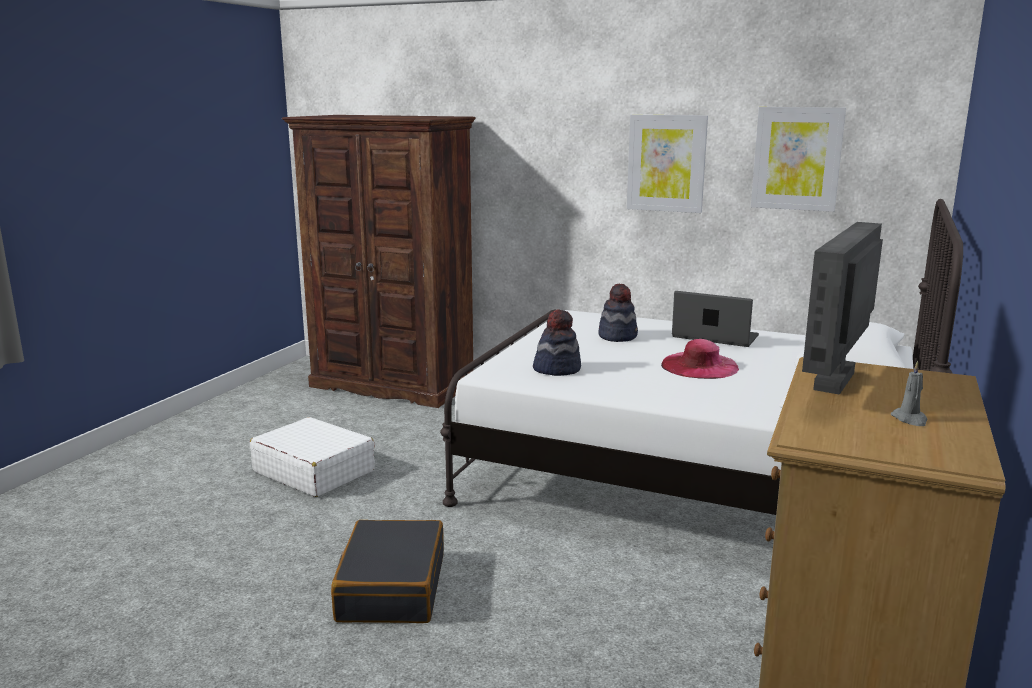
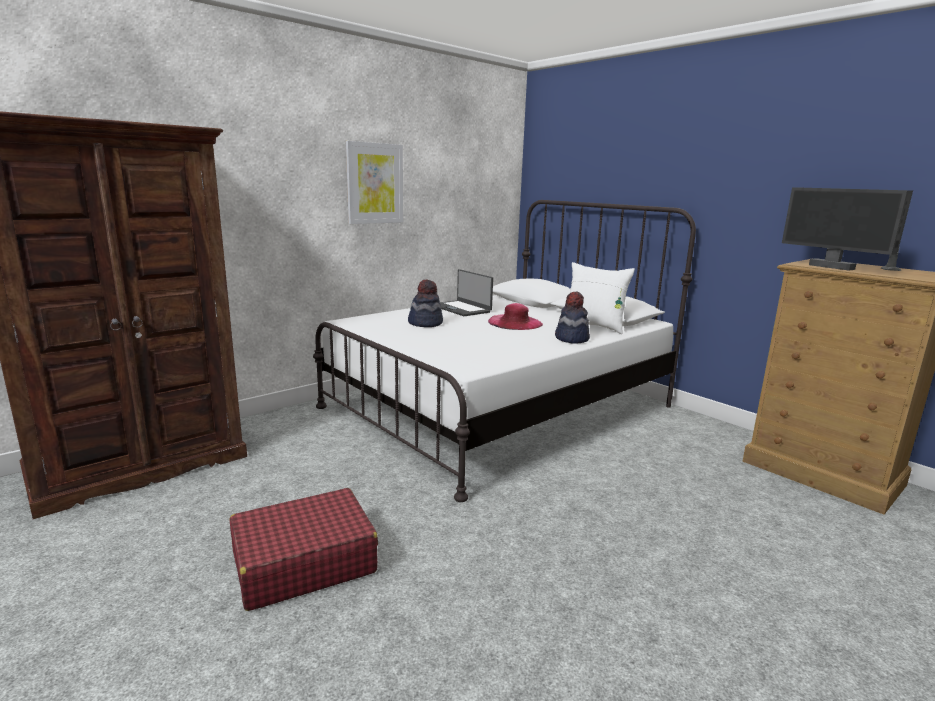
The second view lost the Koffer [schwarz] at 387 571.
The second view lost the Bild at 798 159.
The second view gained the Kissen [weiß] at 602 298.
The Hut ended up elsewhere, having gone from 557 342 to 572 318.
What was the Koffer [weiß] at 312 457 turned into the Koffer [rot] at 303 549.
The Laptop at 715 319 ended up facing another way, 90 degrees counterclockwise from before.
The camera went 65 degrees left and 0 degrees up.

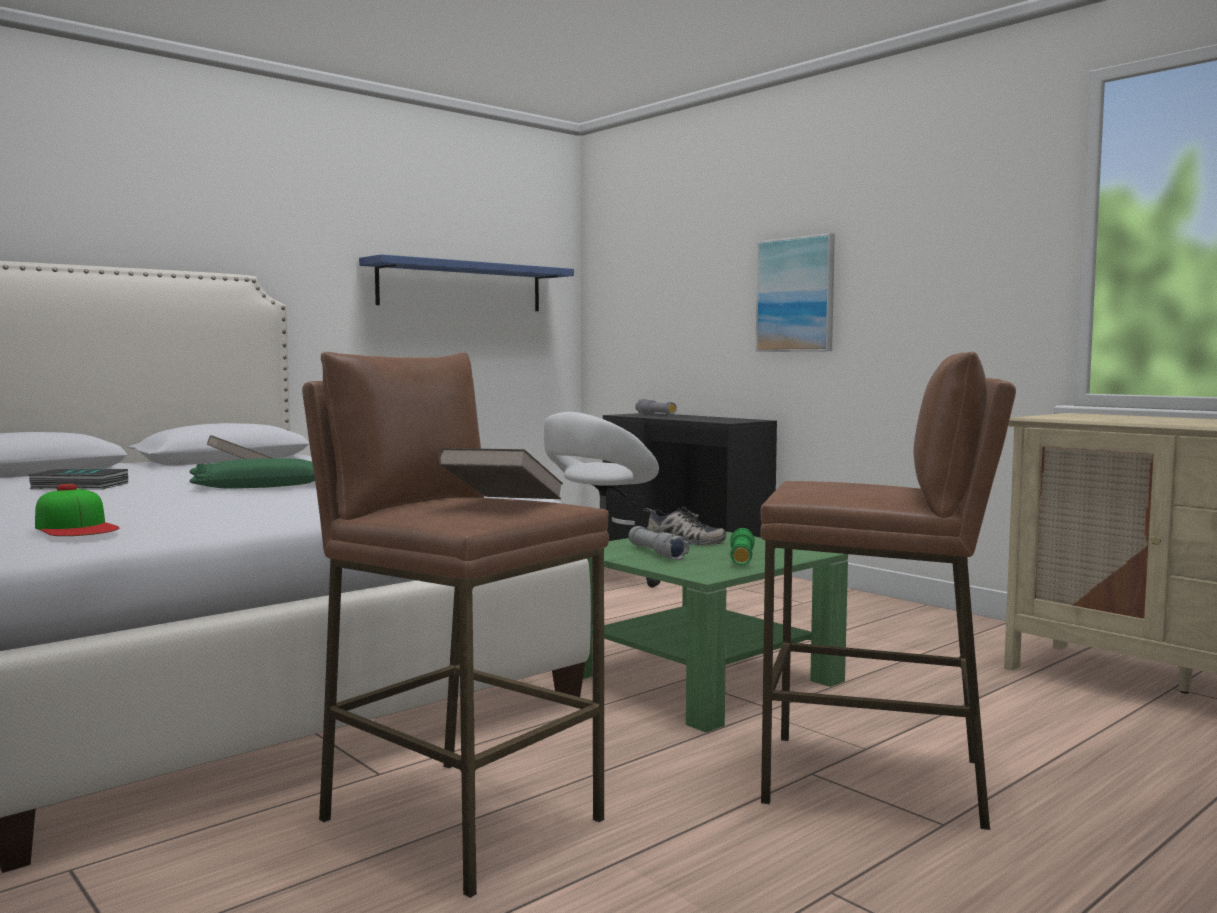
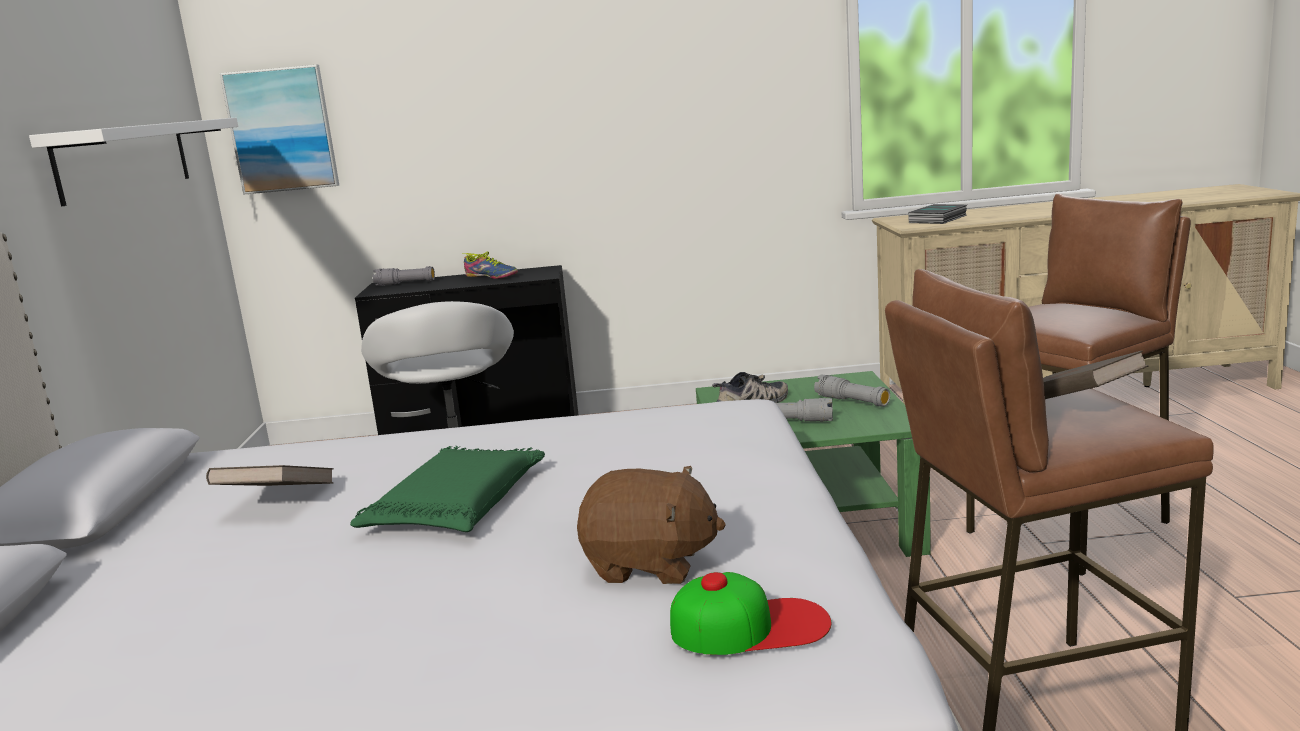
The second view gained the Schuh at 491 265.
The second view gained the Plüschtier [braun] at 651 525.
The Buch ended up elsewhere, having gone from 78 479 to 937 214.
The Bild ended up elsewhere, having gone from 795 292 to 279 130.
What was the Wandregal [blau] at 466 282 turned into the Wandregal [weiß] at 133 162.
What was the Taschenlampe [grün] at 742 546 turned into the Taschenlampe [grau] at 852 391.
The camera went 50 degrees left and 10 degrees up.

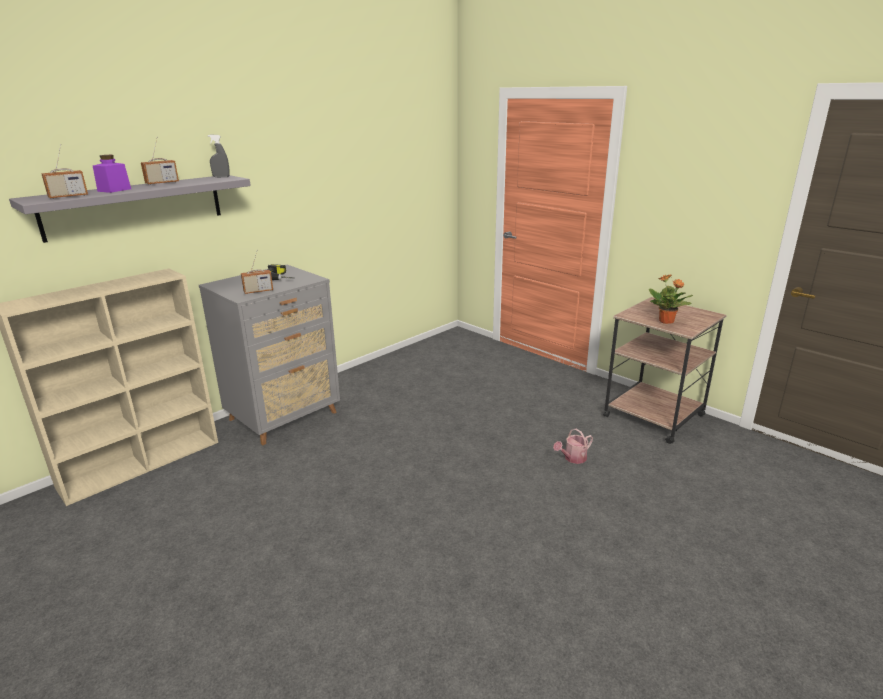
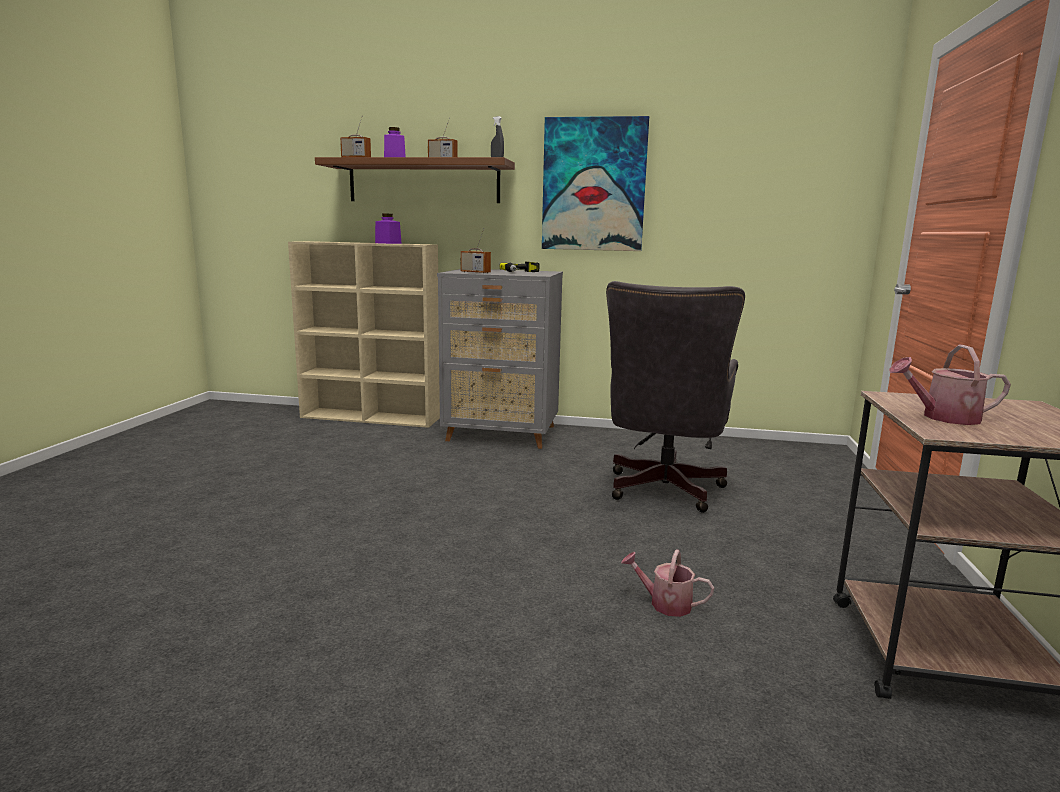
The second view gained the Vorratsglas [lila] at 388 229.
The second view gained the Bild at 595 183.
The second view gained the Bürostuhl [grau] at 675 397.
Where the Topfpflanze stood at 671 299, the Gießkanne came to stand at 950 385.
What was the Wandregal [grau] at 130 209 turned into the Wandregal [braun] at 415 180.
The camera went 55 degrees right and 10 degrees down.

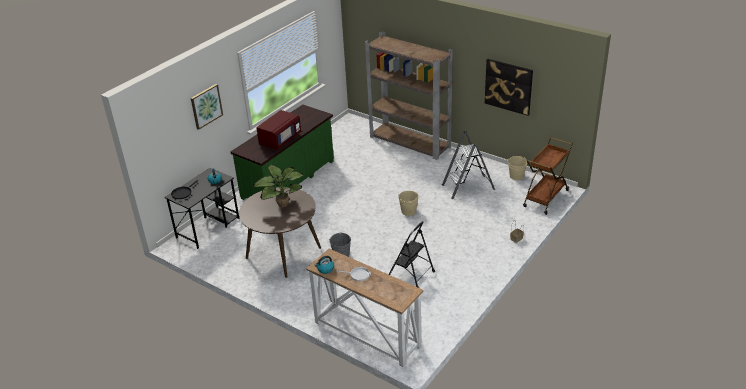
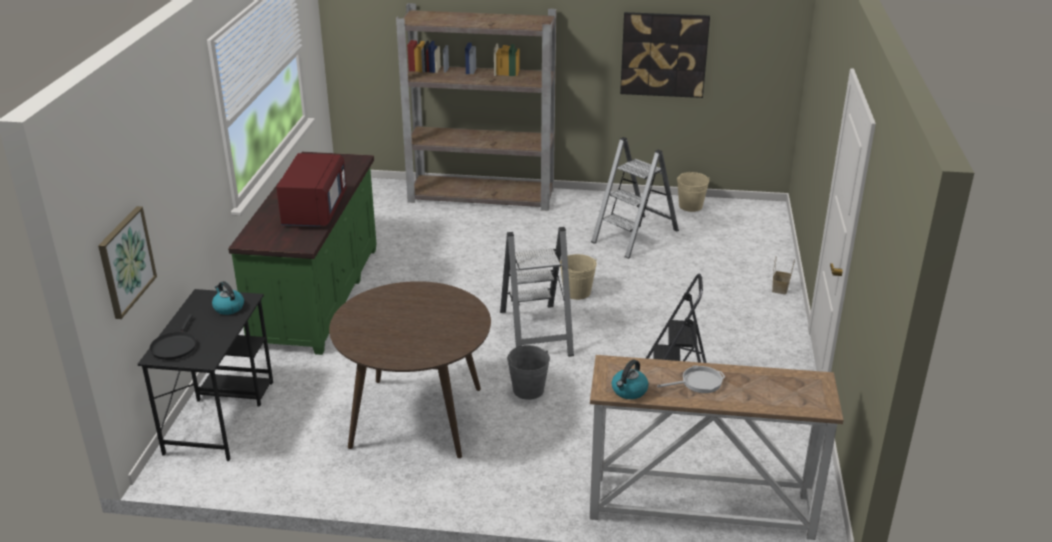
The second view lost the Topfpflanze at 278 185.
The second view lost the Rollwagen [braun] at 548 175.
The second view gained the Trittleiter [grau] at 537 292.
The Bild ended up elsewhere, having gone from 207 107 to 127 262.
The camera went 30 degrees left and 5 degrees down.

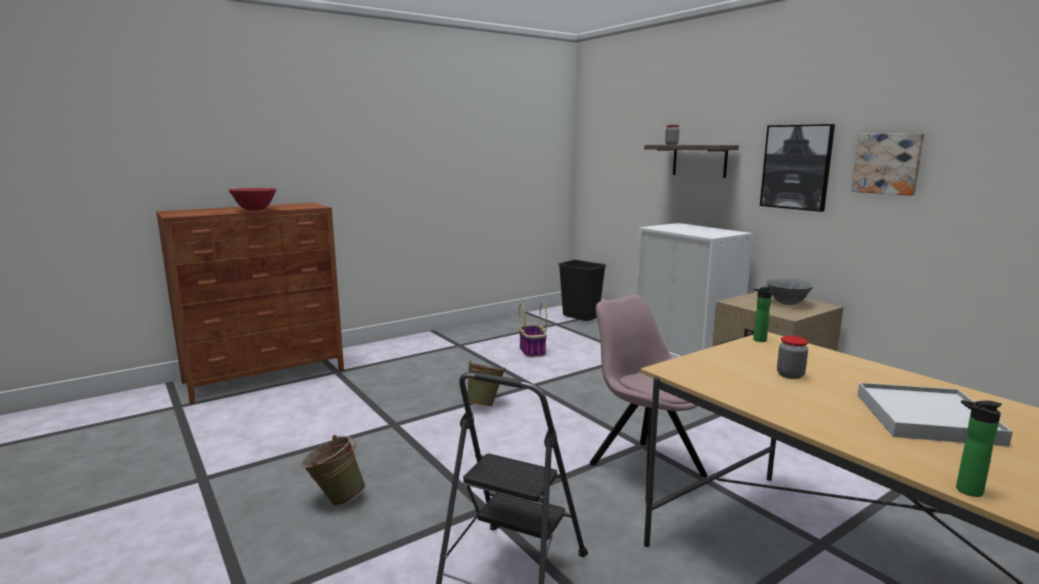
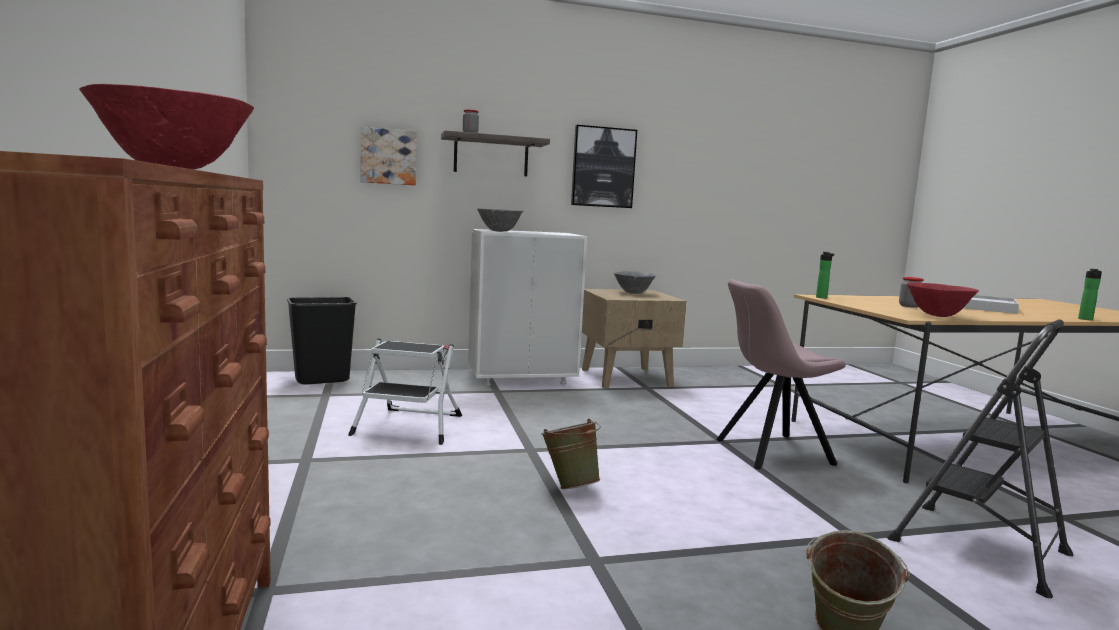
The second view gained the Schüssel [grau] at 500 220.
The second view gained the Schüssel [rot] at 943 300.
The Bild ended up elsewhere, having gone from 888 164 to 389 156.
Where the Korb stood at 533 330, the Trittleiter came to stand at 405 392.
The camera went 70 degrees left and 5 degrees down.

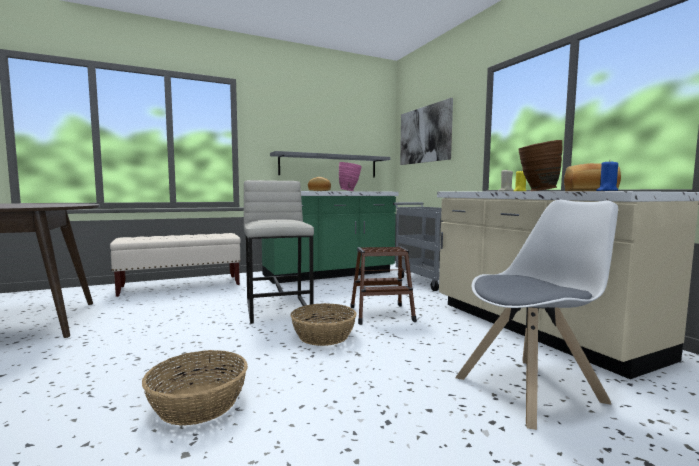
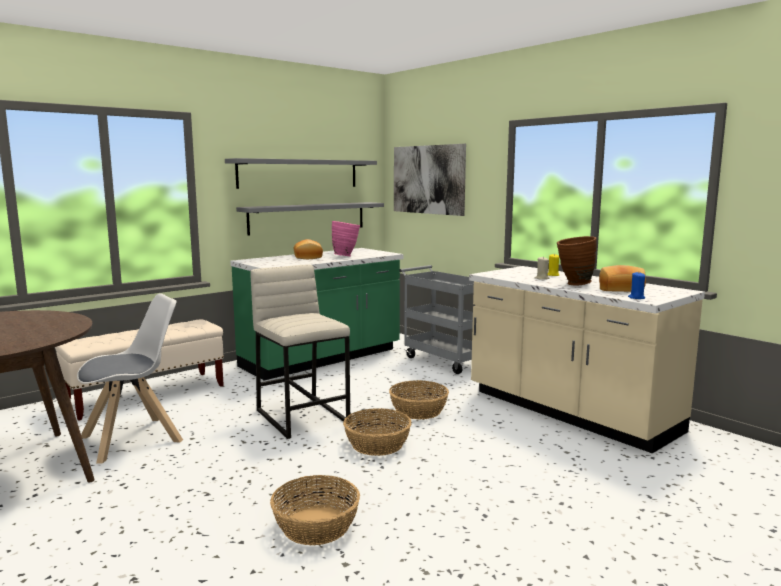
The second view gained the Wandregal [grau] at 301 173.
The Stuhl ended up elsewhere, having gone from 536 315 to 130 379.
Where the Trittleiter [braun] stood at 383 285, the Korb came to stand at 419 399.
The camera went 15 degrees left and 5 degrees up.

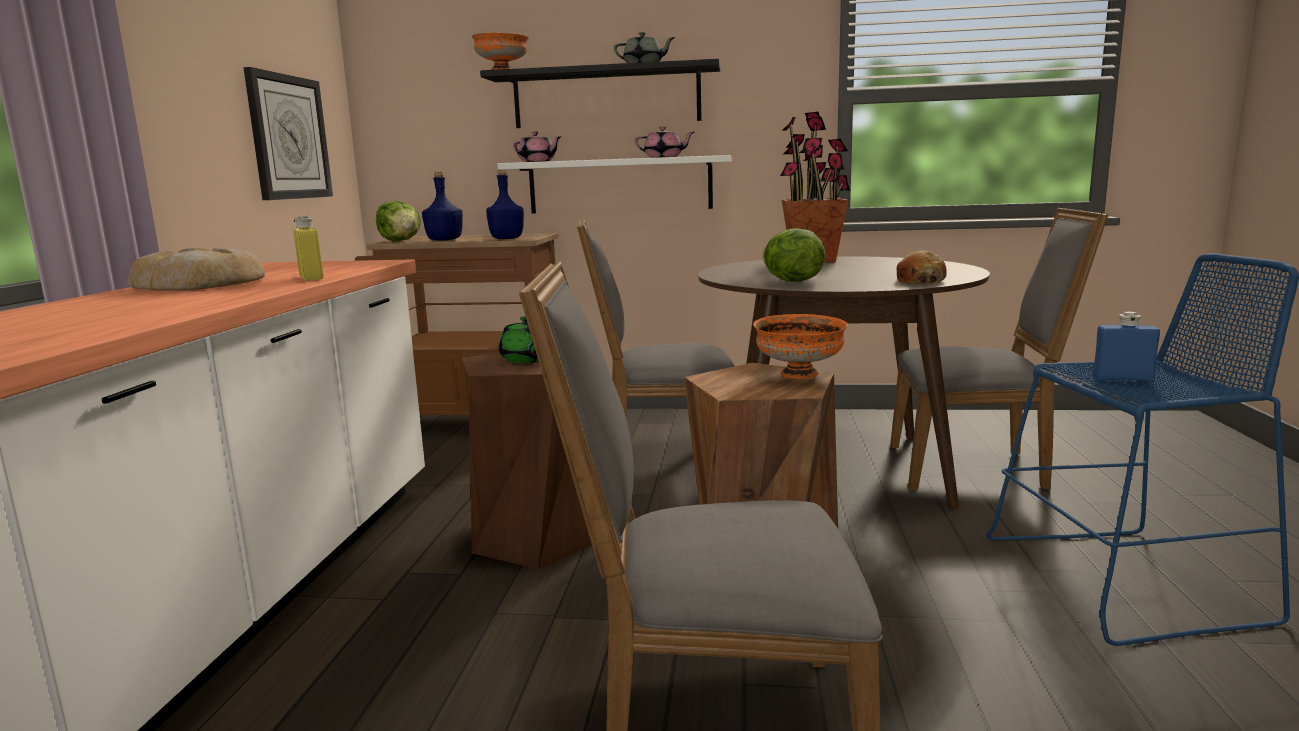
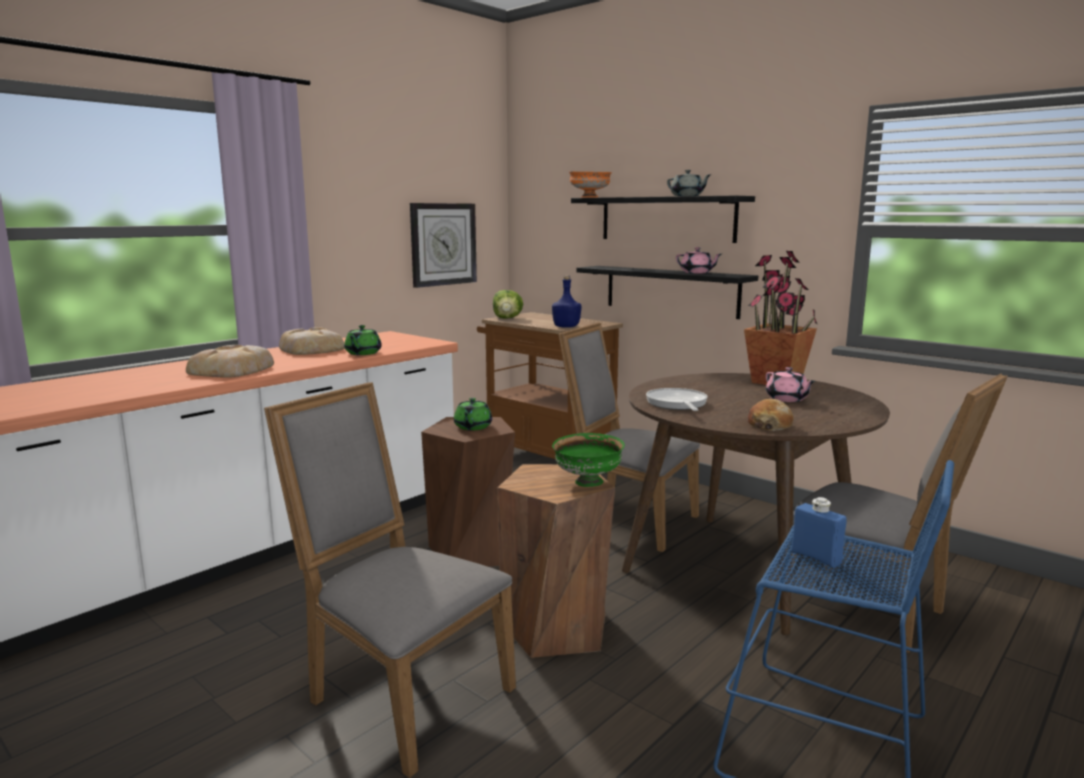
The second view lost the Flasche [blau] at 442 206.
The second view gained the Brot at 230 361.
The Teekanne [rosa] ended up elsewhere, having gone from 537 146 to 791 384.
Where the Flasche [gelb] stood at 308 248, the Teekanne [grün] came to stand at 363 340.
Where the Salatkopf stood at 793 255, the Pfanne came to stand at 676 399.
What was the Wandregal [weiß] at 615 184 turned into the Wandregal [schwarz] at 667 292.
What was the Schüssel [orange] at 800 346 turned into the Schüssel [grün] at 588 460.
The camera went 35 degrees right and 0 degrees up.

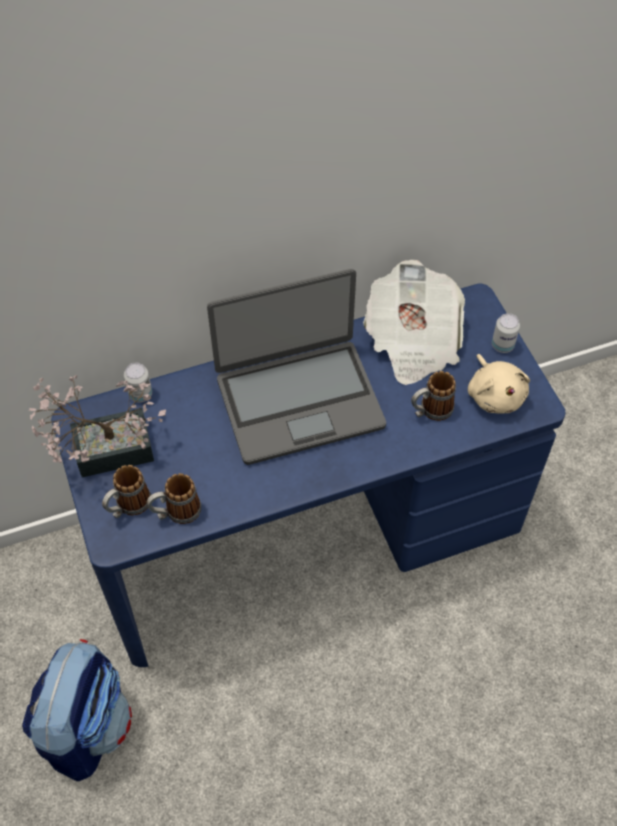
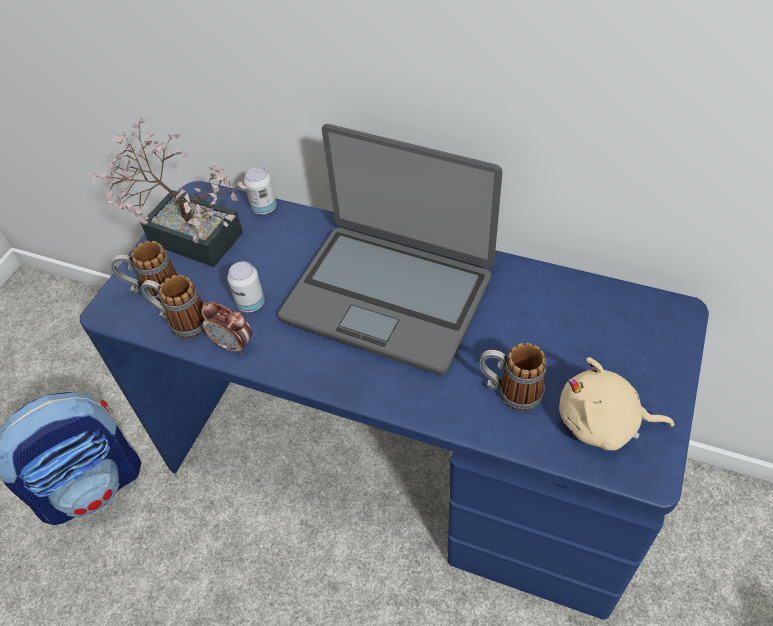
The second view lost the Zeitung at 414 322.
The second view gained the Wecker at 226 328.
The Dose ended up elsewhere, having gone from 506 333 to 246 286.
The Plüschtier [beige] at 499 384 ended up facing another way, 75 degrees clockwise from before.
The camera went 45 degrees right and 5 degrees down.

